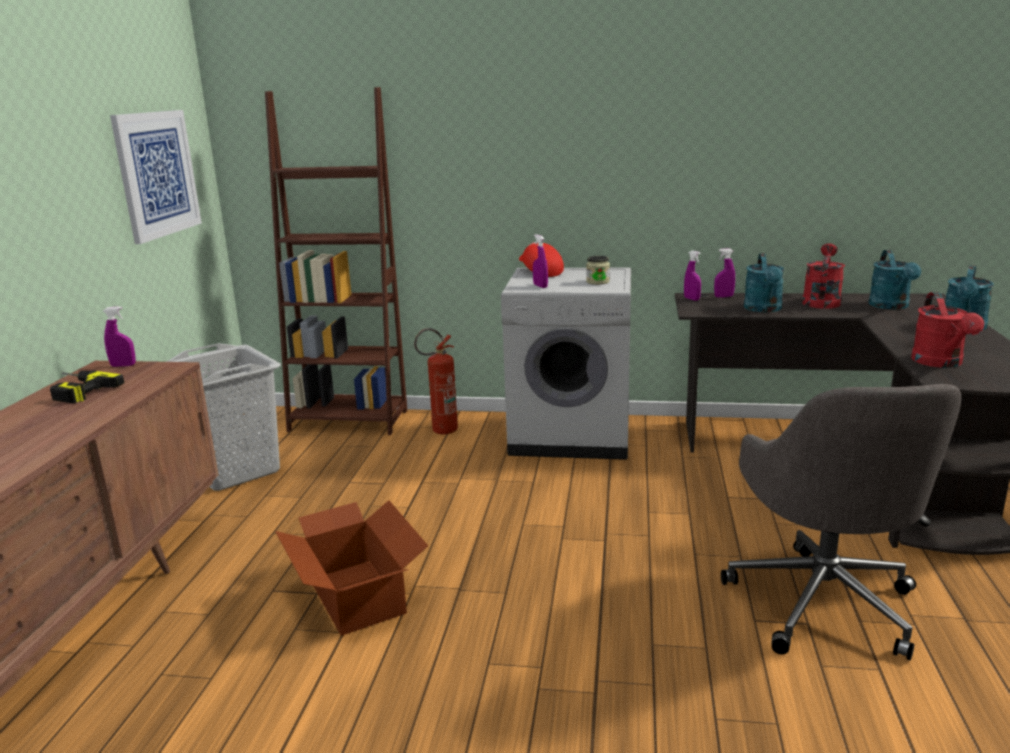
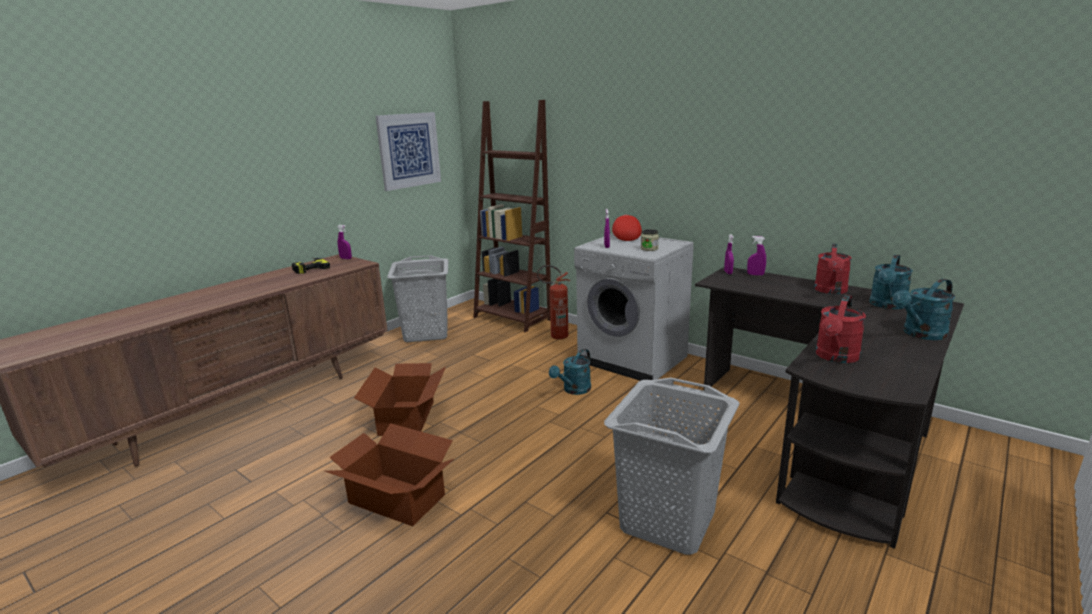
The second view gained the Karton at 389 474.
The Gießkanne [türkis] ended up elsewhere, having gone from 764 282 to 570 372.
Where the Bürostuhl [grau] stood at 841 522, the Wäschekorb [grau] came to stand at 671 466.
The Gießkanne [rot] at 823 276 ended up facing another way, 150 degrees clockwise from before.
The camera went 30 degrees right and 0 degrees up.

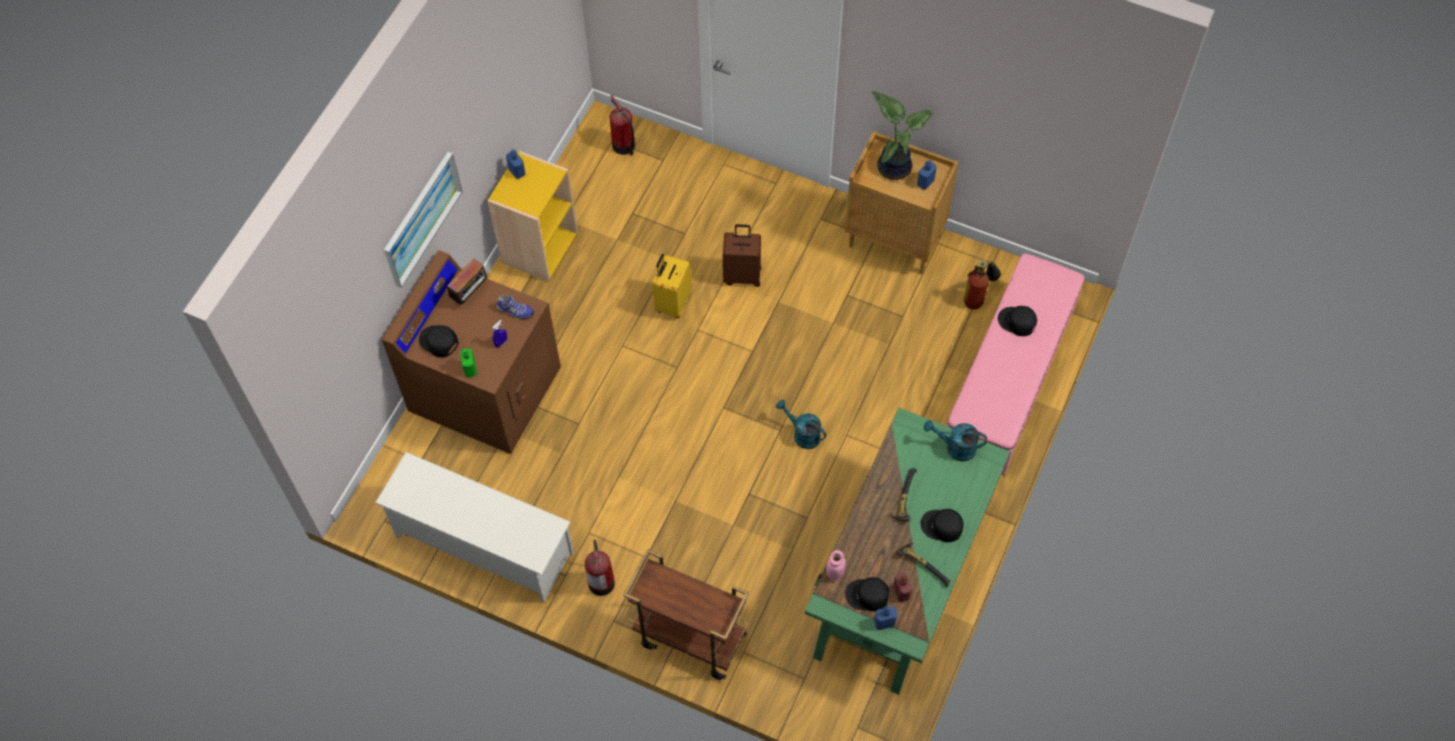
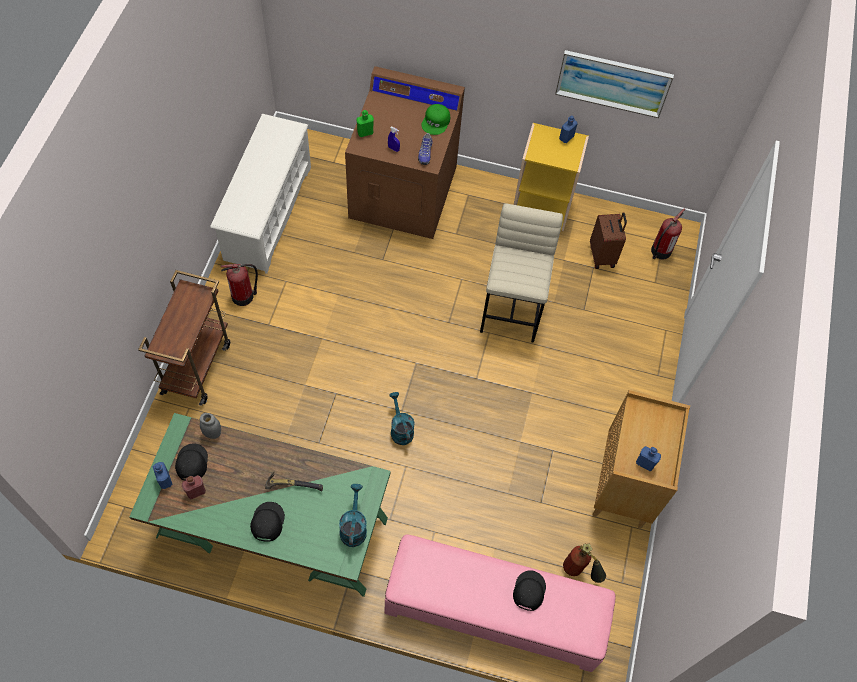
The second view lost the Kappe [schwarz] at 438 341.
The second view lost the Topfpflanze at 901 135.
The second view lost the Hammer at 923 565.
The Bild ended up elsewhere, having gone from 423 220 to 614 84.
The Koffer [braun] ended up elsewhere, having gone from 742 255 to 608 240.
Where the Radio stood at 467 281, the Kappe [grün] came to stand at 435 119.
Where the Koffer [gelb] stood at 672 286, the Hocker [beige] came to stand at 521 273.
What was the Vorratsglas [rosa] at 836 565 turned into the Vorratsglas [grau] at 210 426.
The Gießkanne [türkis] at 801 424 ended up facing another way, 45 degrees counterclockwise from before.
The camera went 75 degrees right and 0 degrees up.

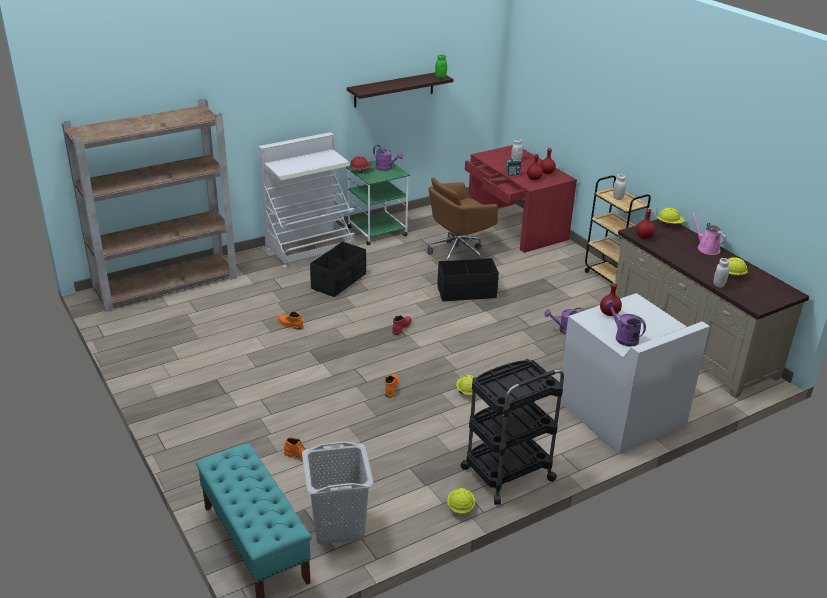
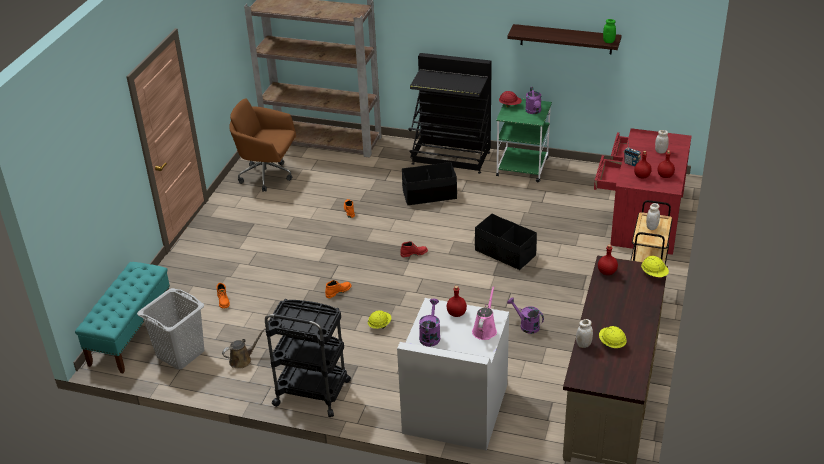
The second view lost the Schutzhelm [gelb] at 461 500.
The second view gained the Gießkanne [braun] at 243 348.
The Bürostuhl [braun] ended up elsewhere, having gone from 462 219 to 262 145.
The Gießkanne [rosa] ended up elsewhere, having gone from 709 233 to 484 313.
What was the Schuhregal [weiß] at 307 199 turned into the Schuhregal [schwarz] at 450 113.
The camera went 50 degrees right and 5 degrees up.

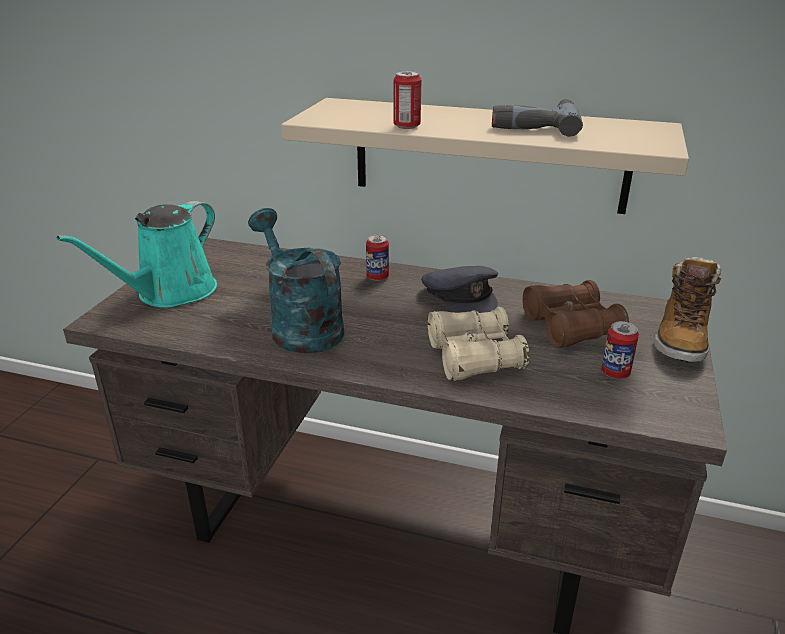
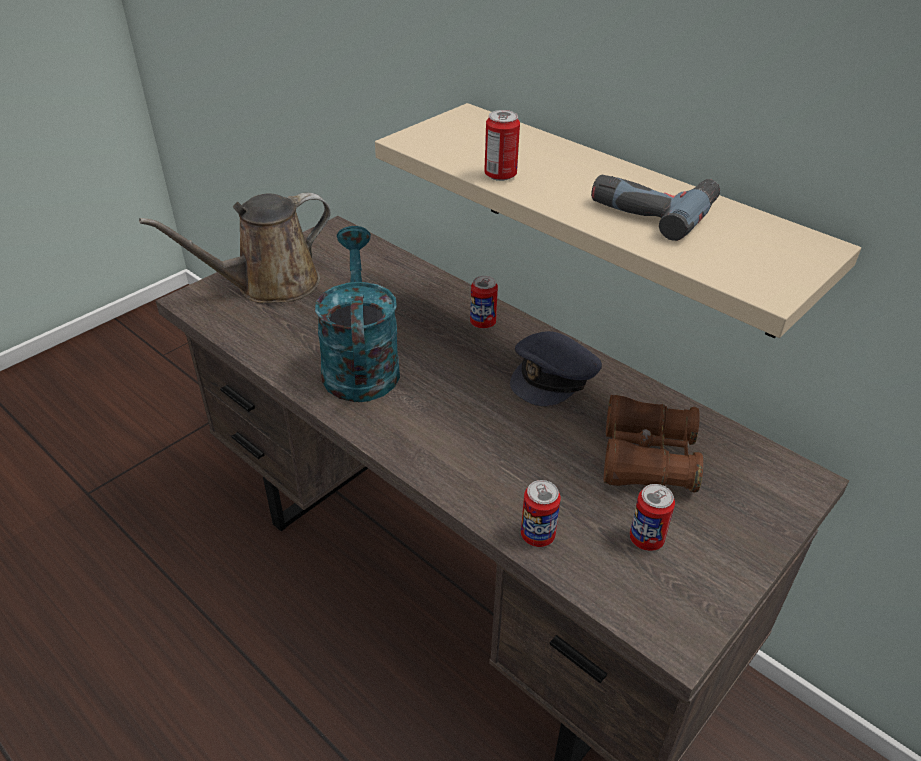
The second view lost the Fernglas [beige] at 479 344.
The second view lost the Stiefel at 688 310.
The second view gained the Dose at 541 513.
What was the Gießkanne [türkis] at 136 254 turned into the Gießkanne [braun] at 234 248.
The Kappe [grau] at 459 289 ended up facing another way, 45 degrees clockwise from before.
The camera went 25 degrees right and 10 degrees up.

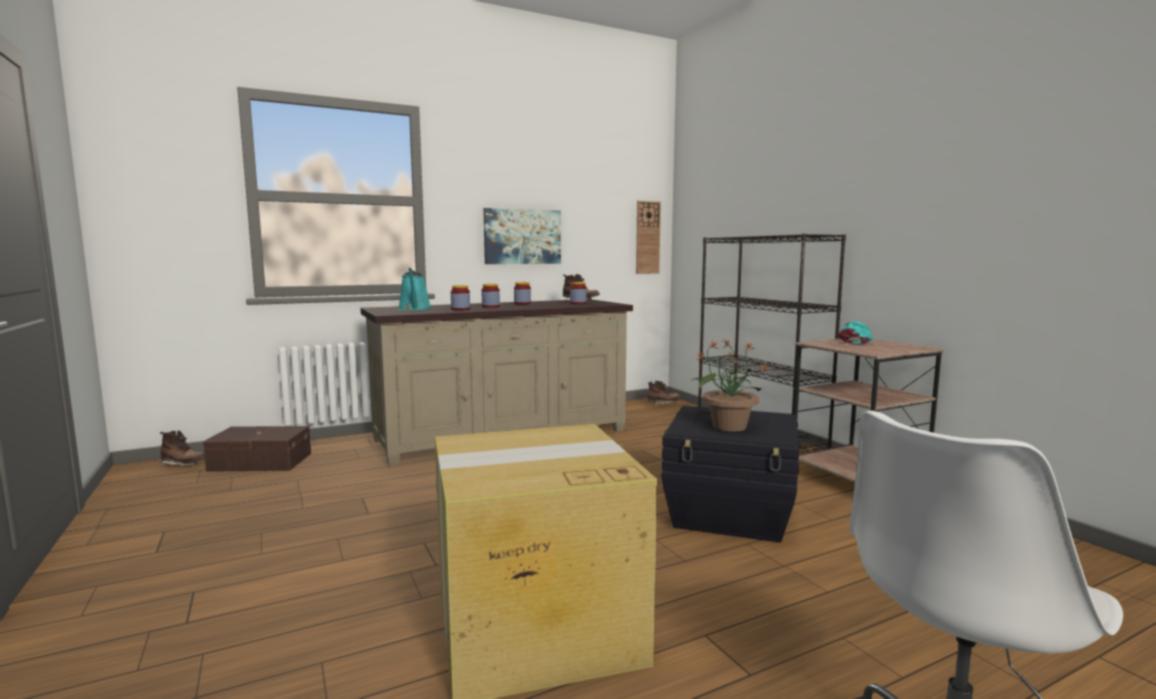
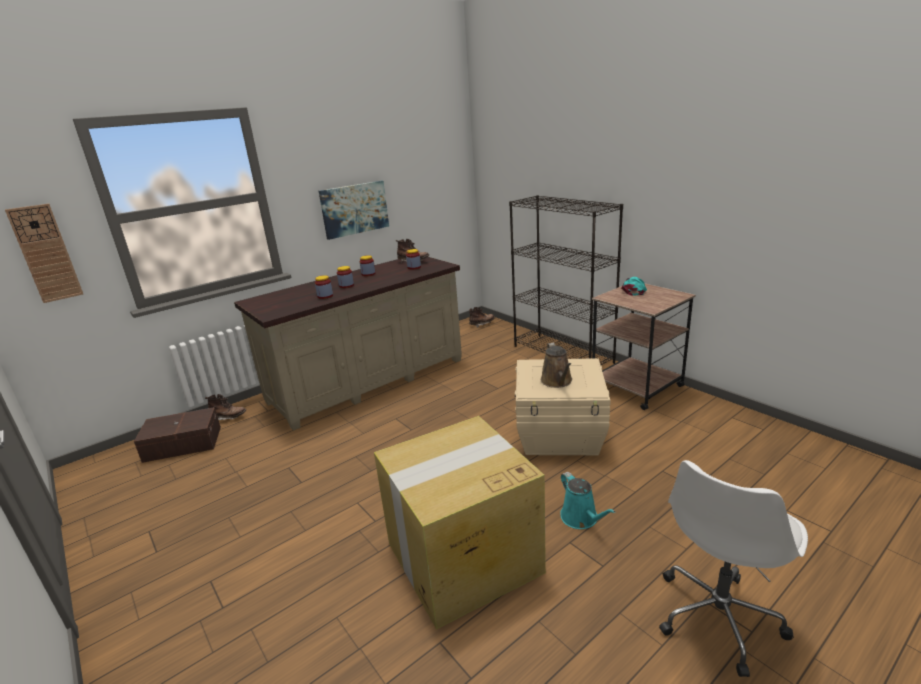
The Stiefel [braun] ended up elsewhere, having gone from 182 448 to 225 407.
The Gießkanne [türkis] ended up elsewhere, having gone from 415 289 to 588 500.
The Wanduhr ended up elsewhere, having gone from 648 237 to 44 253.
Where the Topfpflanze stood at 730 385, the Gießkanne [braun] came to stand at 556 365.
What was the Aufbewahrungsbox [schwarz] at 731 474 turned into the Aufbewahrungsbox [beige] at 563 406.
The camera went 10 degrees left and 15 degrees up.

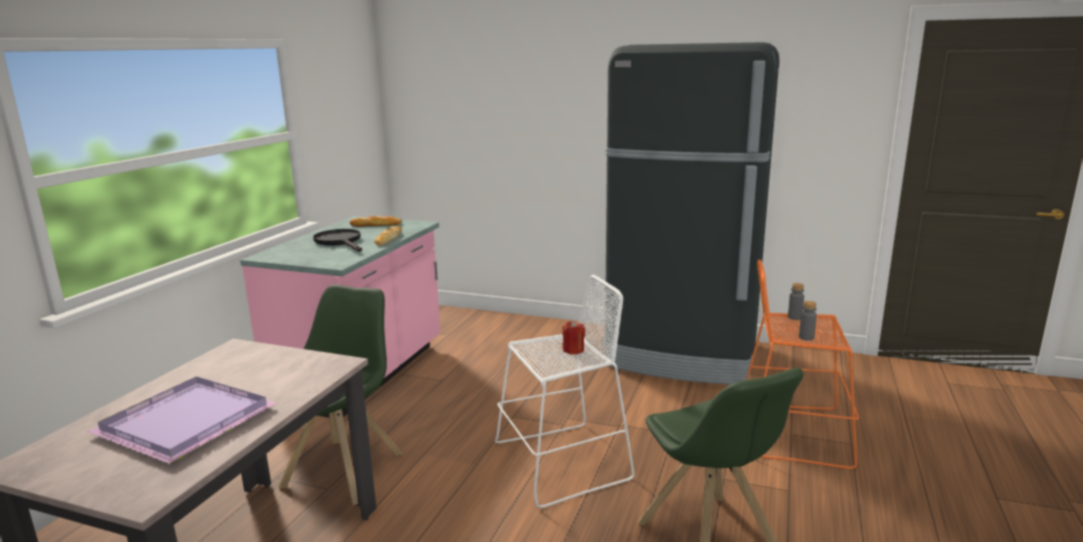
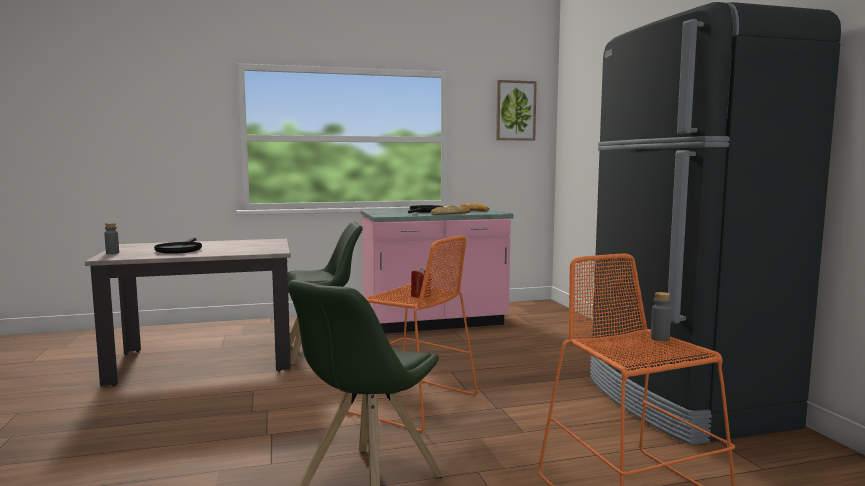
The second view gained the Bild at 516 110.
The Flasche [grau] ended up elsewhere, having gone from 808 321 to 111 238.
Where the Tablett [lila] stood at 182 420, the Pfanne [schwarz] came to stand at 178 245.
What was the Hocker [weiß] at 564 391 turned into the Hocker [orange] at 410 334.
The camera went 55 degrees right and 10 degrees down.

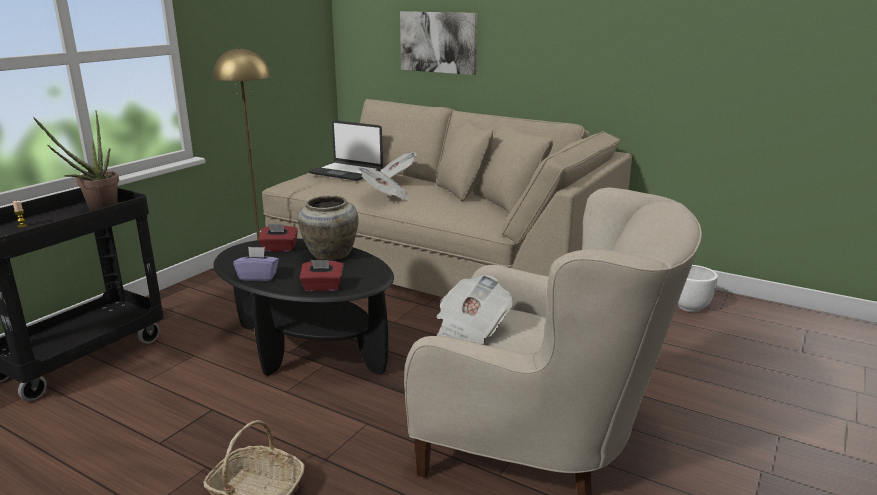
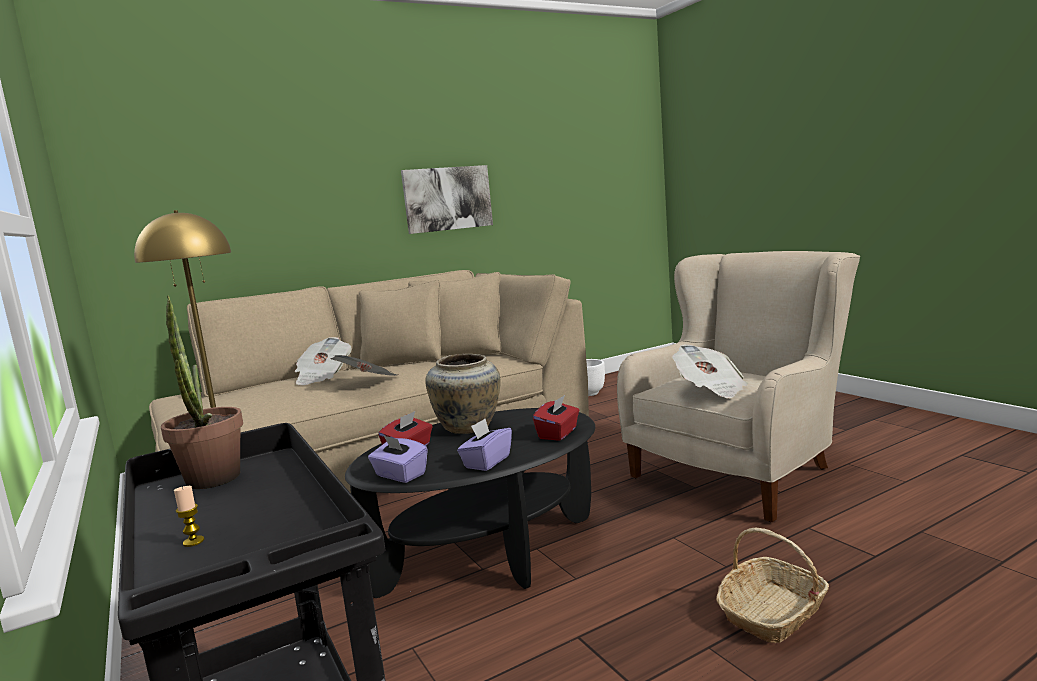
The second view lost the Laptop at 346 150.
The second view gained the Taschentuchbox [lila] at 398 459.
The Bild ended up elsewhere, having gone from 438 43 to 447 199.
The camera went 60 degrees left and 10 degrees down.

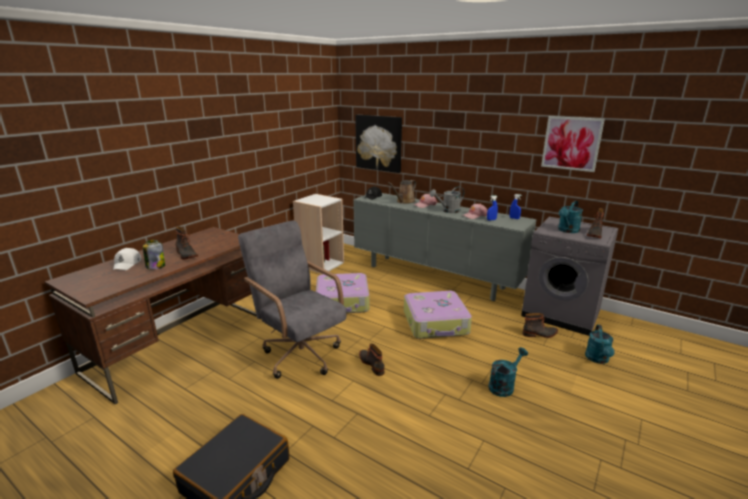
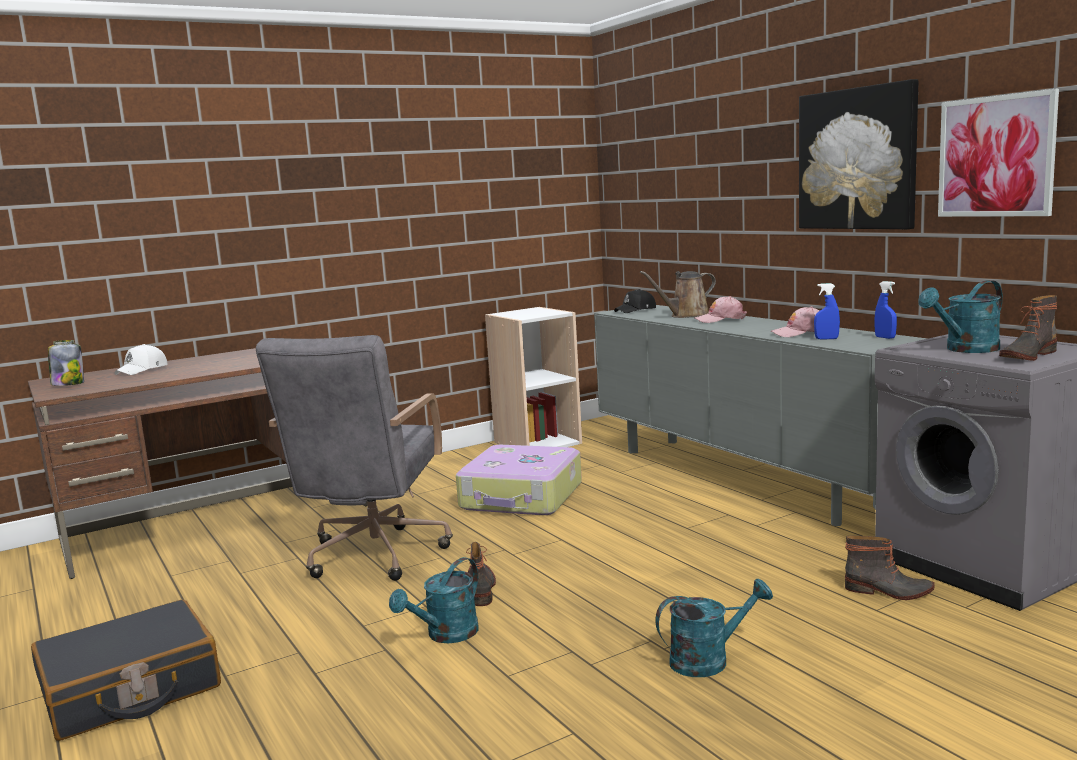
The second view lost the Stiefel at 186 243.
The second view lost the Koffer at 438 315.
The second view lost the Gießkanne [grau] at 447 199.
The Vorratsglas ended up elsewhere, having gone from 154 254 to 66 363.
The Bild ended up elsewhere, having gone from 378 144 to 858 154.
The Gießkanne [türkis] ended up elsewhere, having gone from 600 344 to 434 600.
The Bürostuhl [grau] at 292 299 ended up facing another way, 150 degrees counterclockwise from before.
The camera went 25 degrees right and 10 degrees down.

